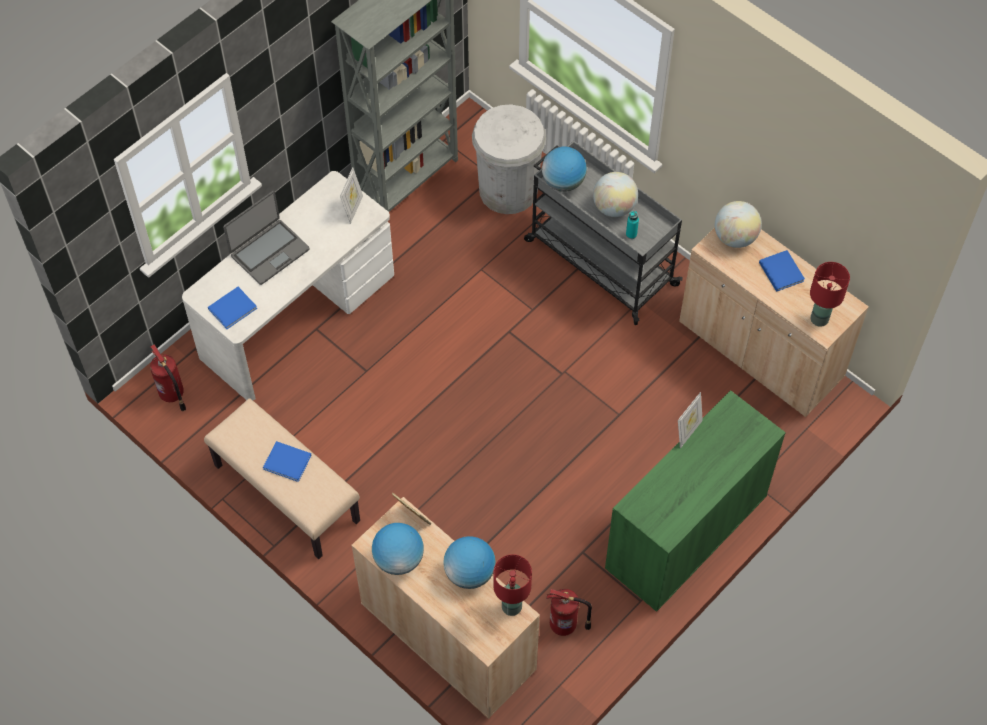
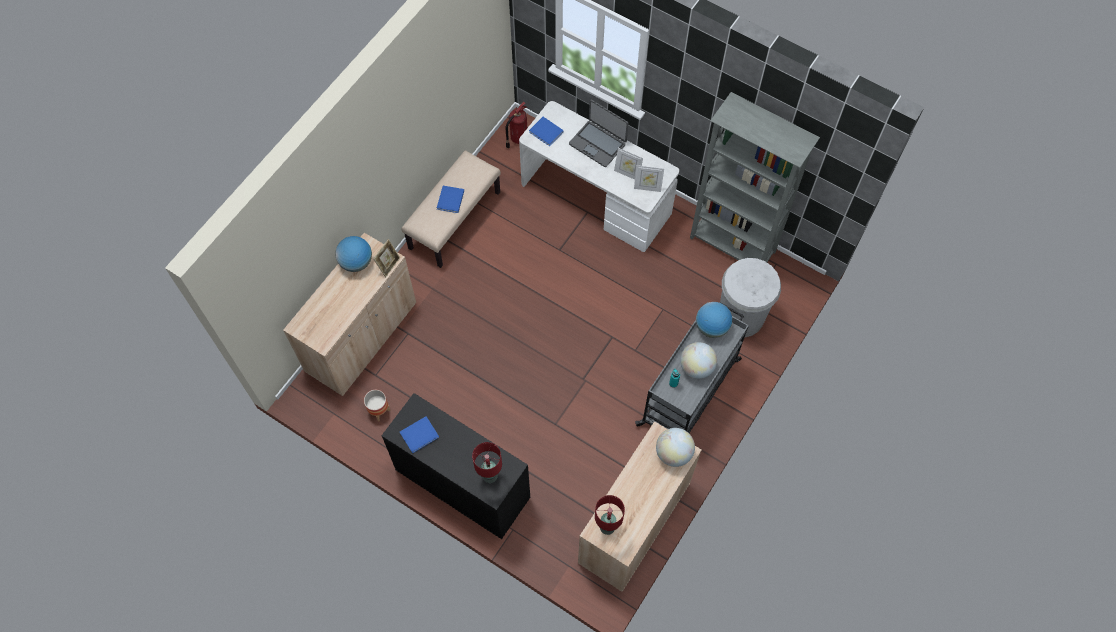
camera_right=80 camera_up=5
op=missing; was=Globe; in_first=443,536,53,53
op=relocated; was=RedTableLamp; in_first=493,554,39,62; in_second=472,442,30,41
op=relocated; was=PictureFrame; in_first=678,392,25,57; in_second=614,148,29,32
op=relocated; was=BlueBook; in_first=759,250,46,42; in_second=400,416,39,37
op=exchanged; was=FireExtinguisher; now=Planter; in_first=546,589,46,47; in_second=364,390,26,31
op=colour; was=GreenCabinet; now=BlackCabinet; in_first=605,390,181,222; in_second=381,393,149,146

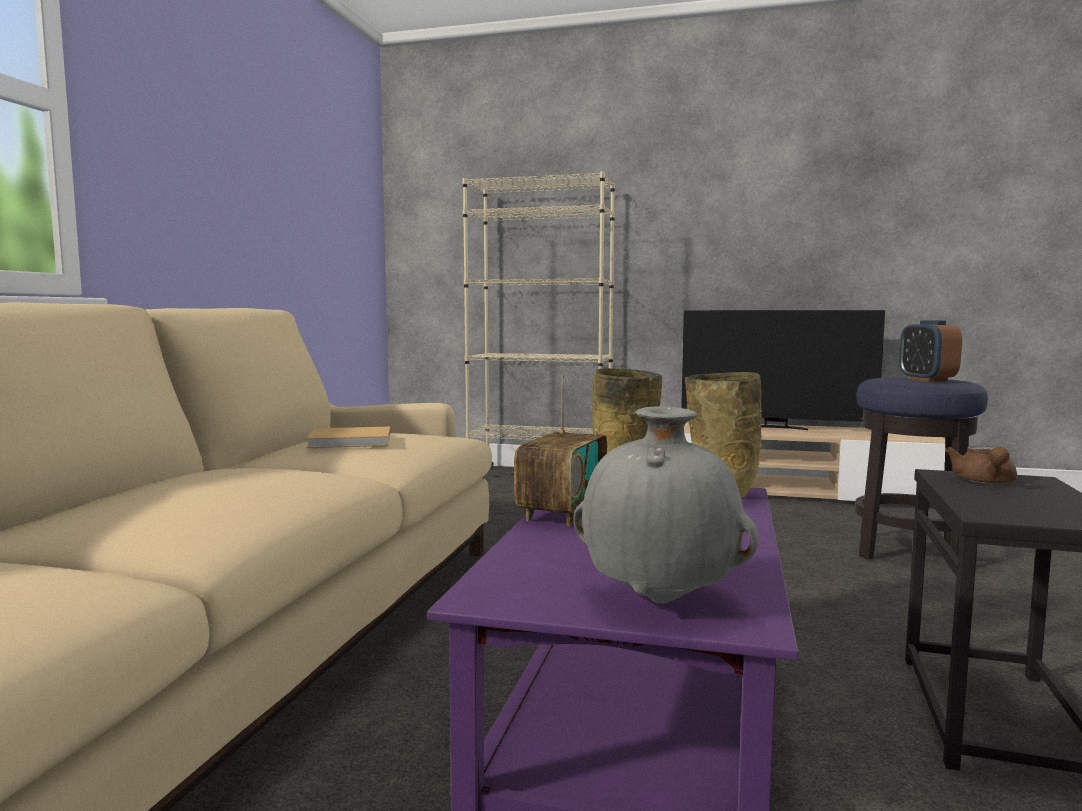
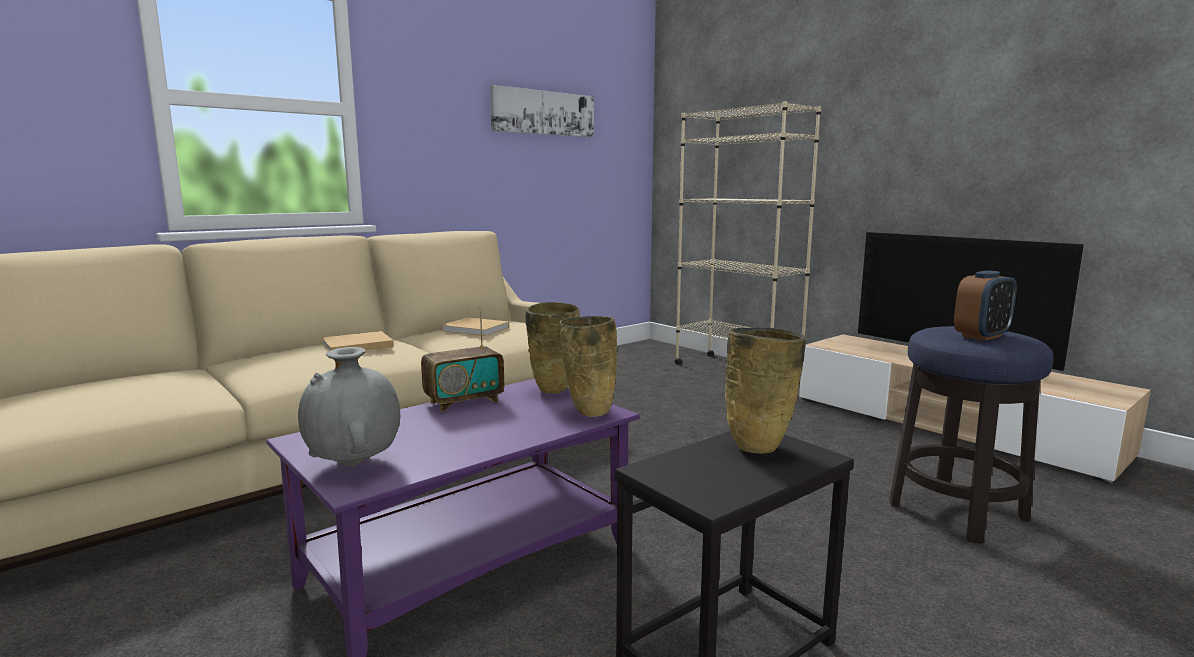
camera_right=35 camera_up=5
op=appeared; now=BeigeBook; in_second=322,331,72,21
op=appeared; now=Picture; in_second=490,85,104,52
op=exchanged; was=BrownTeapot; now=BeigeVase; in_first=945,446,72,38; in_second=725,327,82,127
op=spun; was=AlarmClock; in_first=899,320,63,62; in_second=954,271,63,70; clockwise=-150

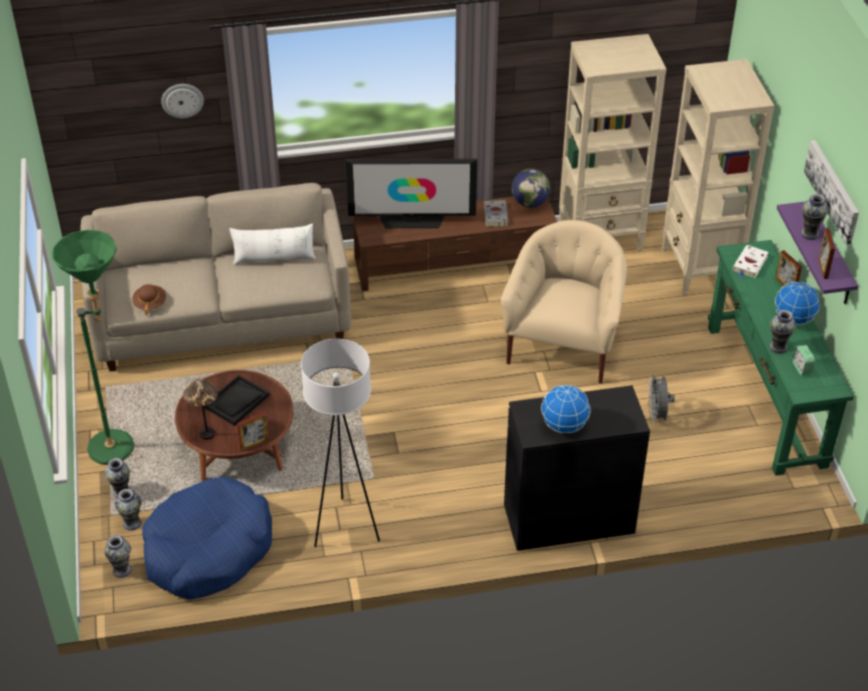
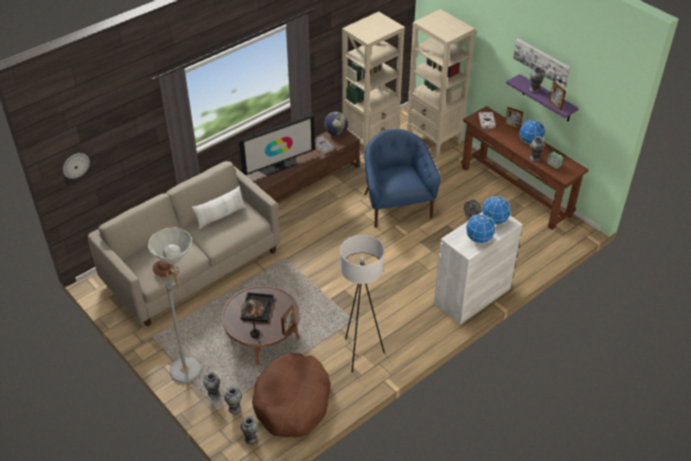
camera_right=-30 camera_up=0
op=appeared; now=Globe; in_second=482,196,29,29
op=relocated; was=WallClock; in_first=161,84,43,34; in_second=63,153,27,26
op=colour; was=GreenFloorLamp; now=GreyFloorLamp; in_first=52,230,82,235; in_second=148,227,53,156
op=colour; was=BlueDogBed; now=BrownDogBed; in_first=142,477,130,123; in_second=252,353,79,84
op=colour; was=BeigeArmchair; now=BlueArmchair; in_first=501,220,126,163; in_second=364,129,77,99
op=colour; was=BlackCabinet; now=WhiteCabinet; in_first=504,385,146,166; in_second=434,213,89,112
op=colour; was=GreenConsoleTable; now=BrownConsoleTable; in_first=708,240,146,236; in_second=461,106,128,124

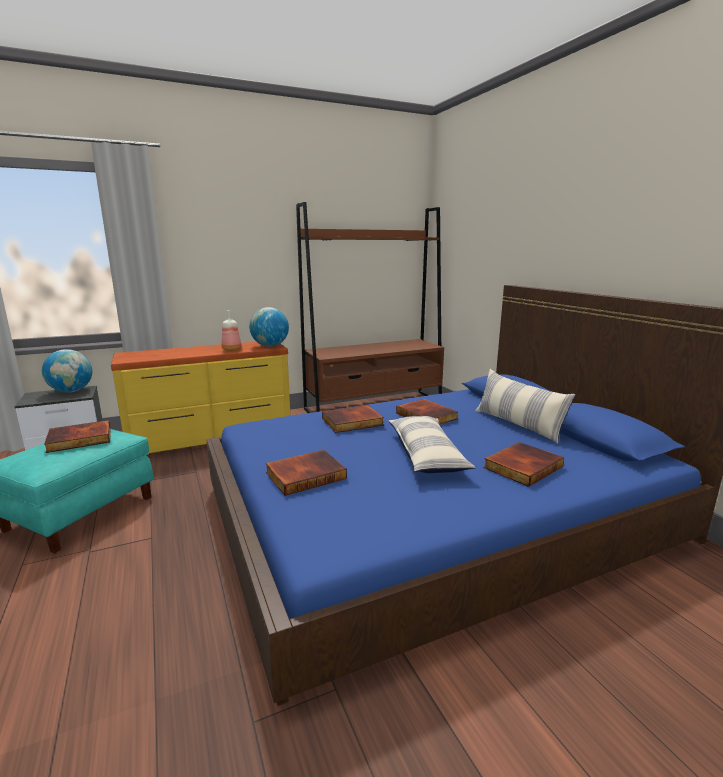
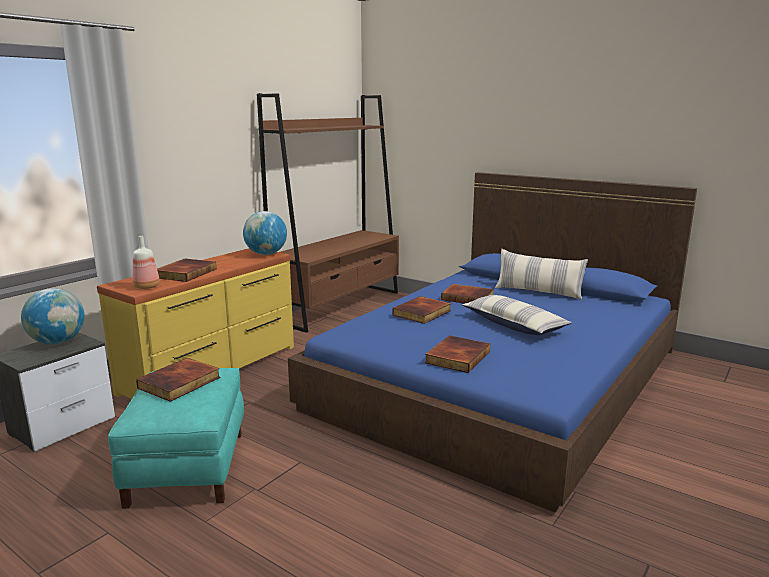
camera_right=-30 camera_up=0
op=relocated; was=Bottle; in_first=221,310,21,41; in_second=132,236,28,53
op=relocated; was=Book; in_first=483,442,81,45; in_second=157,259,59,23

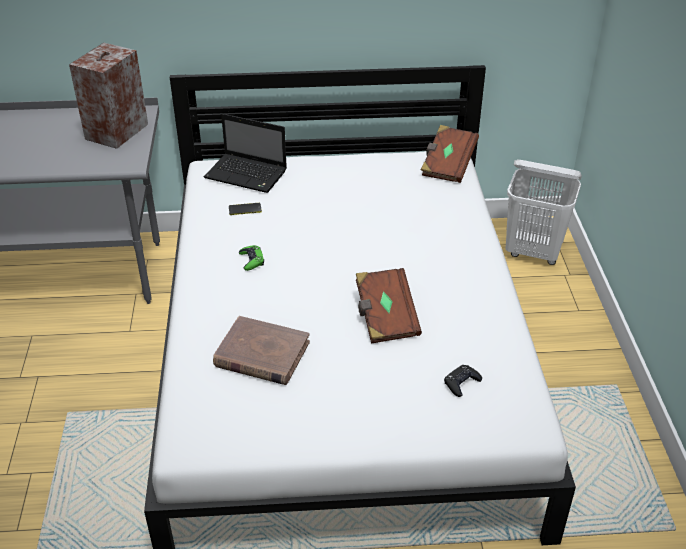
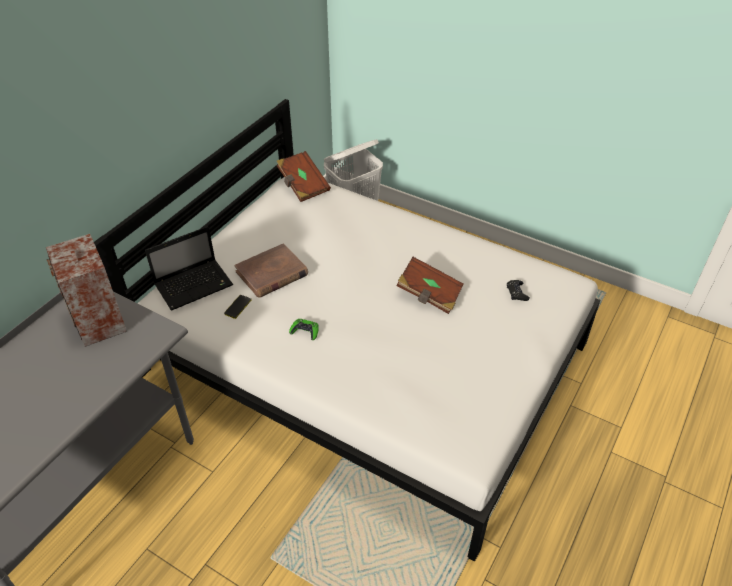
camera_right=-55 camera_up=5
op=relocated; was=BrownBook; in_first=213,316,97,69; in_second=235,243,73,55

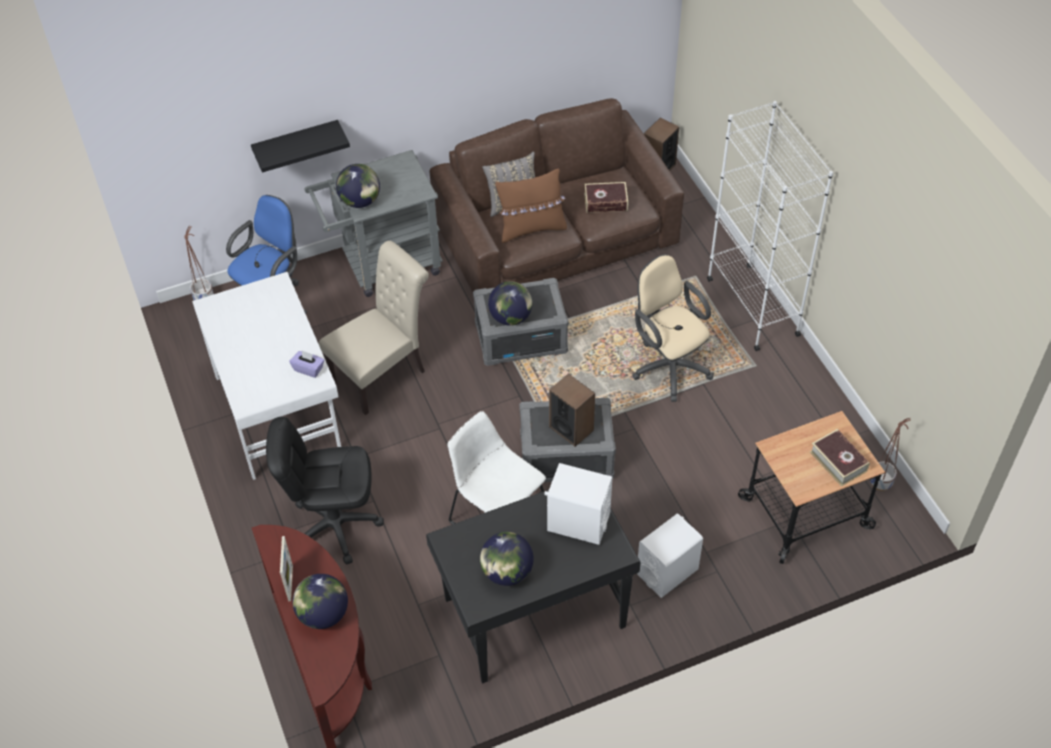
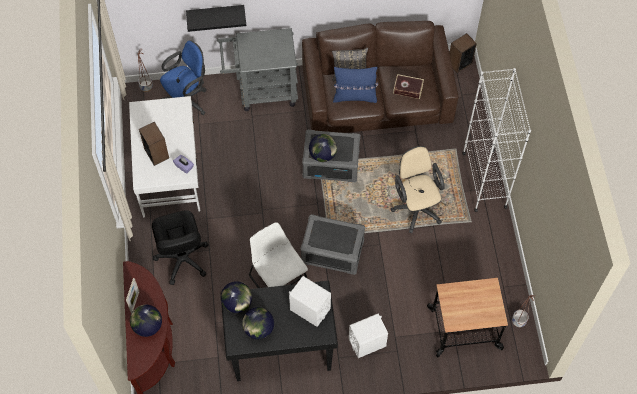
camera_right=15 camera_up=10
op=missing; was=BeigeChair; in_first=319,241,110,174
op=missing; was=Book; in_first=810,429,60,57
op=relocated; was=Globe; in_first=336,164,44,44; in_second=221,281,31,32
op=relocated; was=Speaker; in_first=549,373,46,74; in_second=139,122,30,44
op=colour; was=BrownPillow; now=BluePillow; in_first=495,169,72,74; in_second=333,67,45,36
op=spun; was=BlackOfficeChair; in_first=266,417,118,147; in_second=152,210,57,75; clockwise=-120

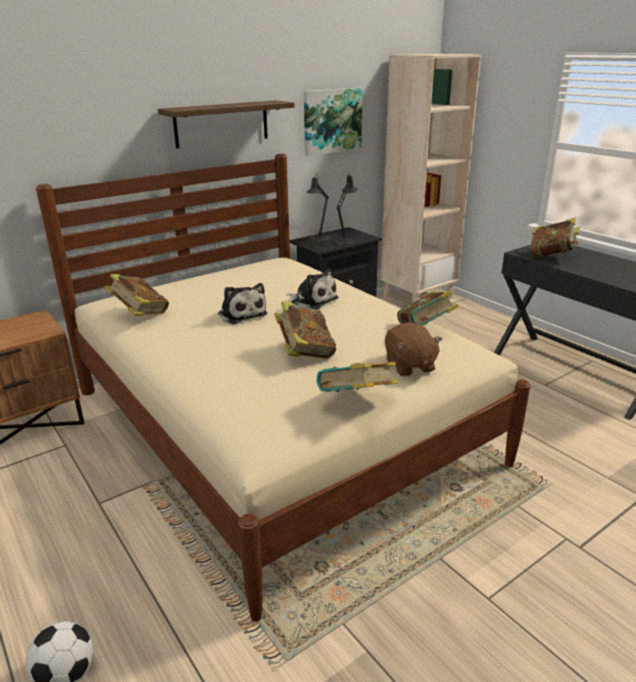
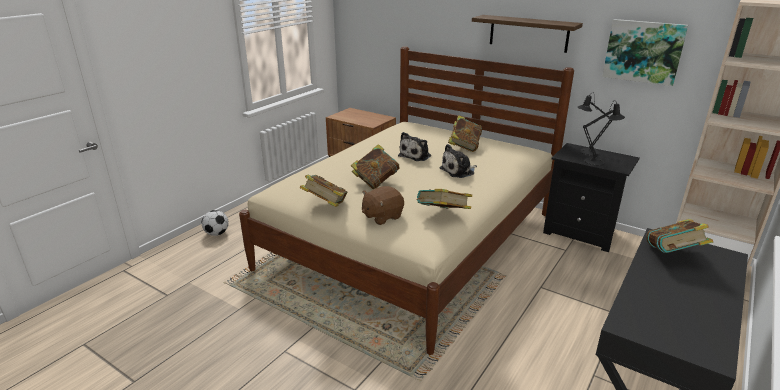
camera_right=70 camera_up=0
op=relocated; was=Book; in_first=104,274,65,42; in_second=448,115,34,37
op=spun; was=PlushToy; in_first=286,269,52,41; in_second=439,144,38,34; clockwise=45

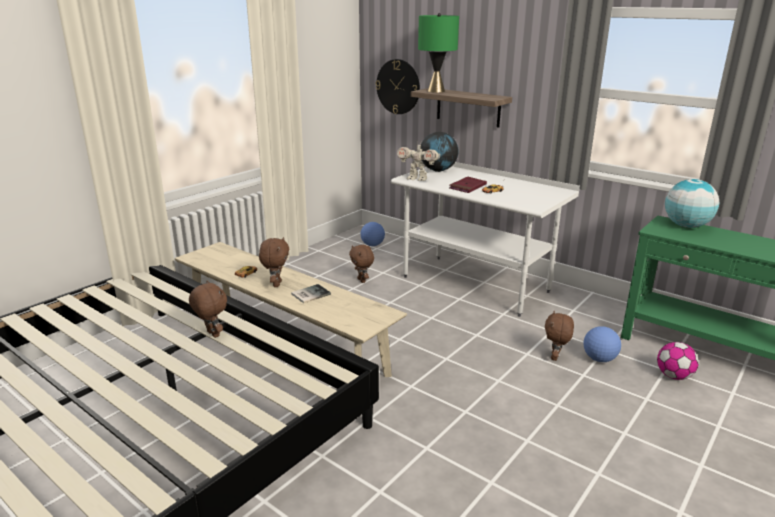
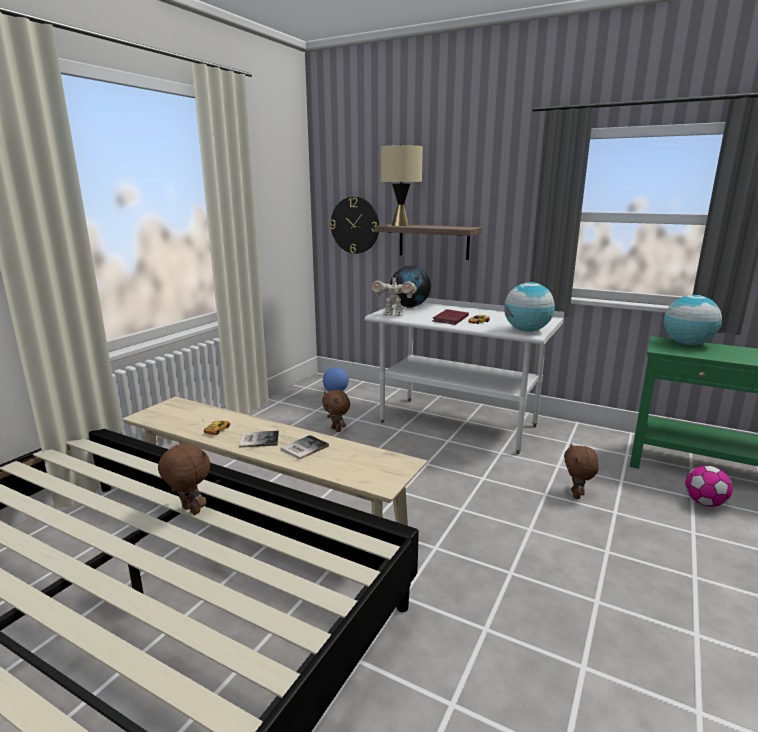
camera_right=-10 camera_up=-5
op=missing; was=Football; in_first=583,326,38,36
op=appeared; now=Globe; in_second=504,282,51,50
op=exchanged; was=BrownPlushToy; now=Book; in_first=259,237,30,50; in_second=239,430,40,18
op=colour; was=GreenTableLamp; now=BeigeTableLamp; in_first=418,13,41,80; in_second=381,144,42,82

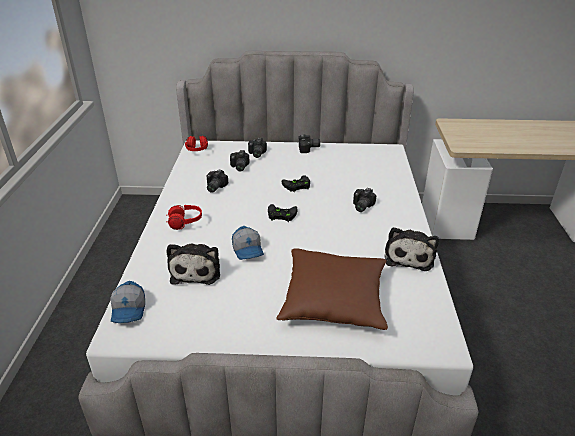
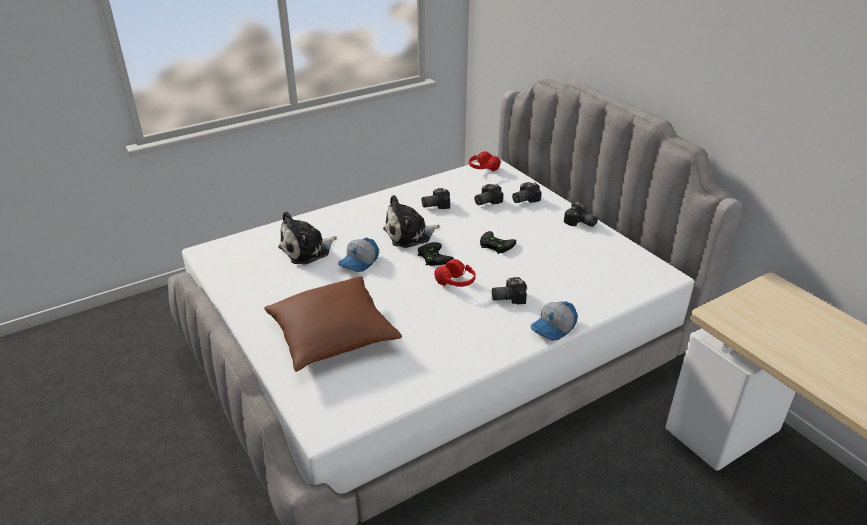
camera_right=55 camera_up=0
op=relocated; was=Cap; in_first=110,281,35,42; in_second=531,301,47,40
op=relocated; was=RedHeadphones; in_first=166,205,36,25; in_second=434,259,42,28
op=relocated; was=PlushToy; in_first=384,227,55,44; in_second=383,195,57,53

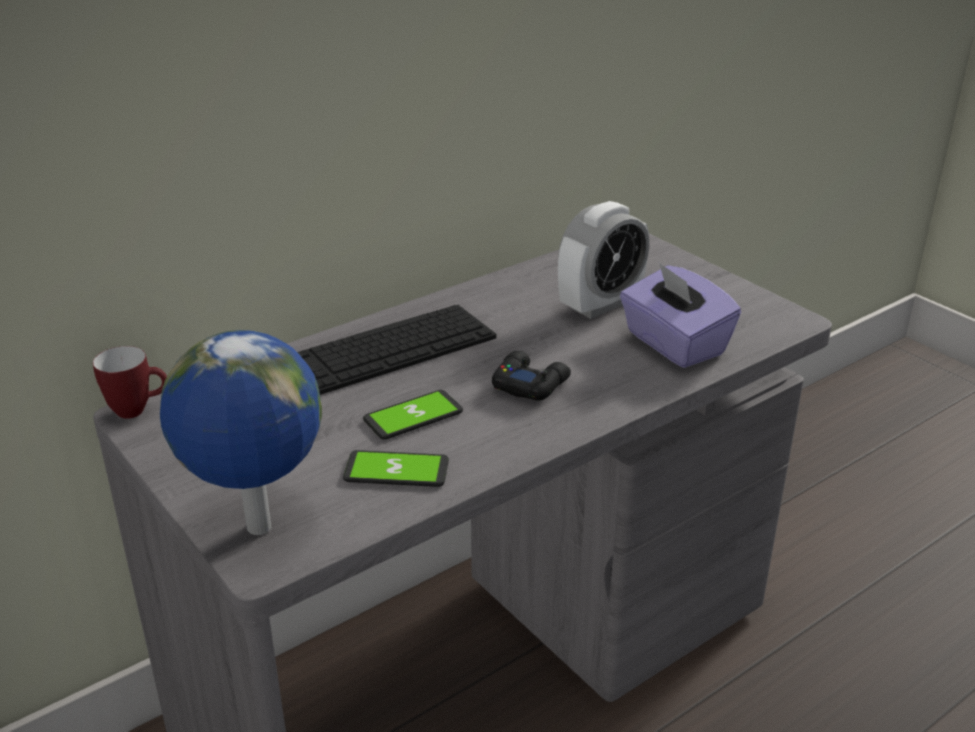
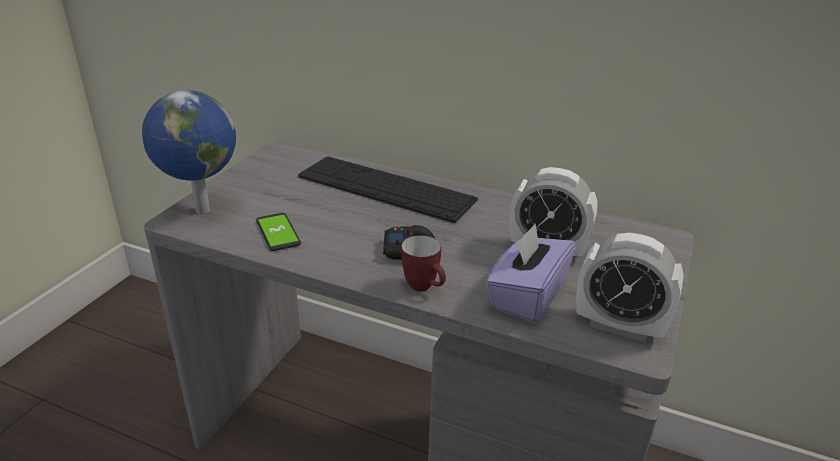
camera_right=60 camera_up=0
op=missing; was=Phone; in_first=363,390,100,50
op=appeared; now=AlarmClock; in_second=576,232,108,111
op=relocated; was=Mug; in_first=93,346,74,73; in_second=401,235,45,57

